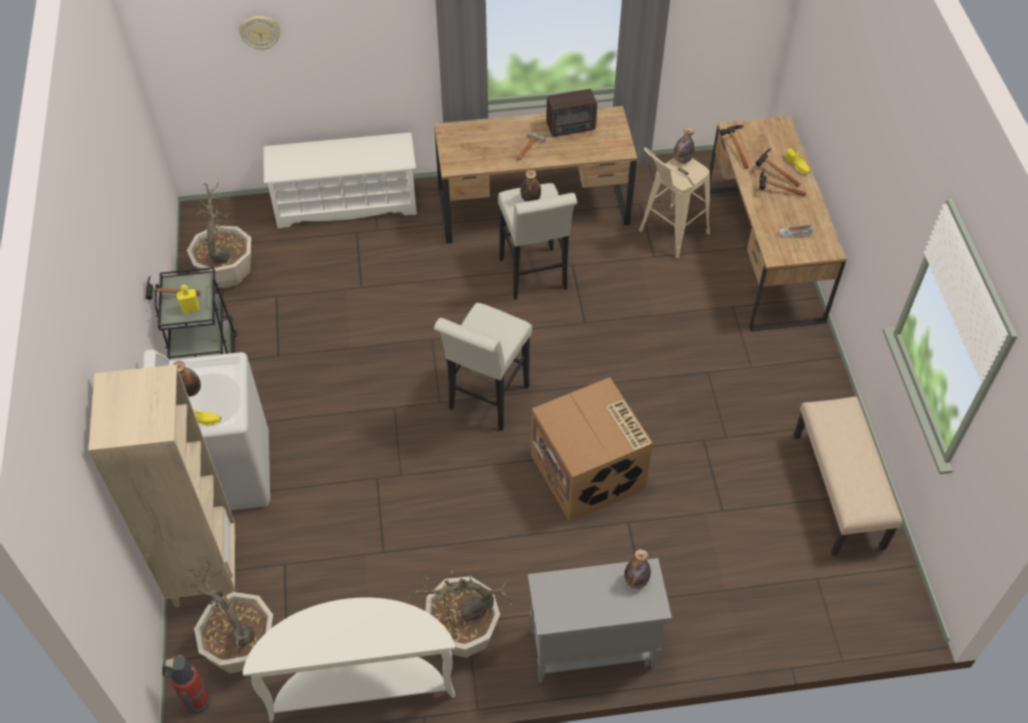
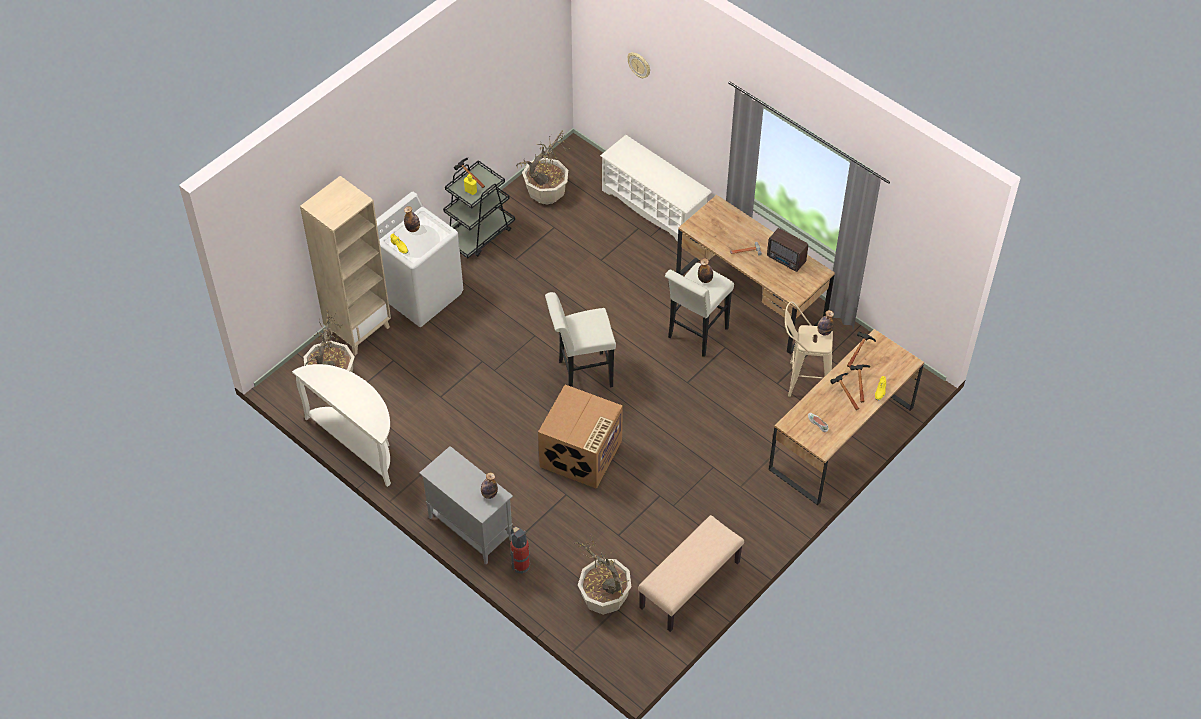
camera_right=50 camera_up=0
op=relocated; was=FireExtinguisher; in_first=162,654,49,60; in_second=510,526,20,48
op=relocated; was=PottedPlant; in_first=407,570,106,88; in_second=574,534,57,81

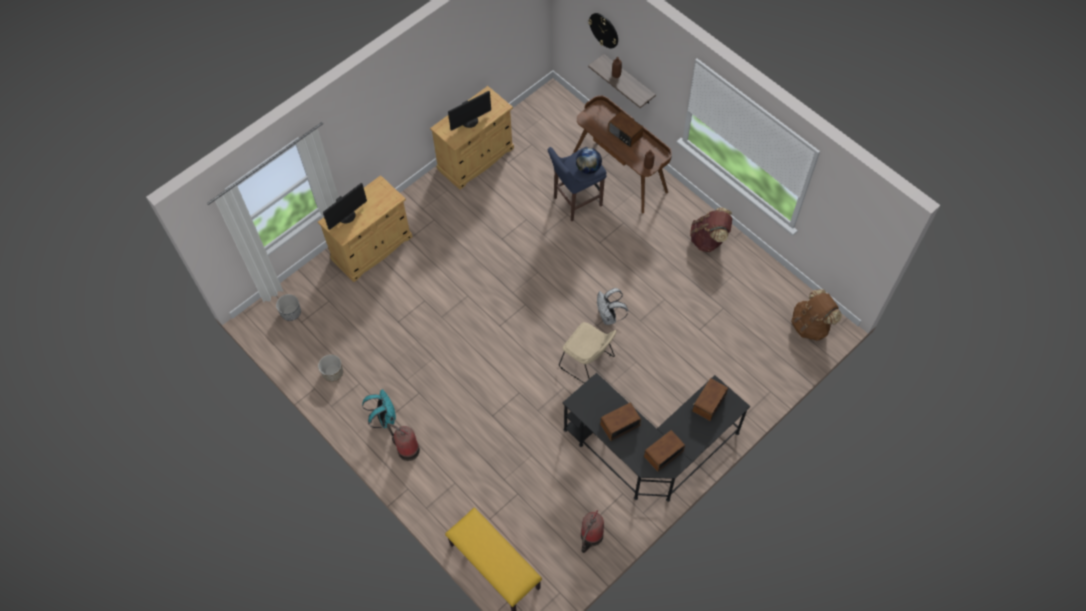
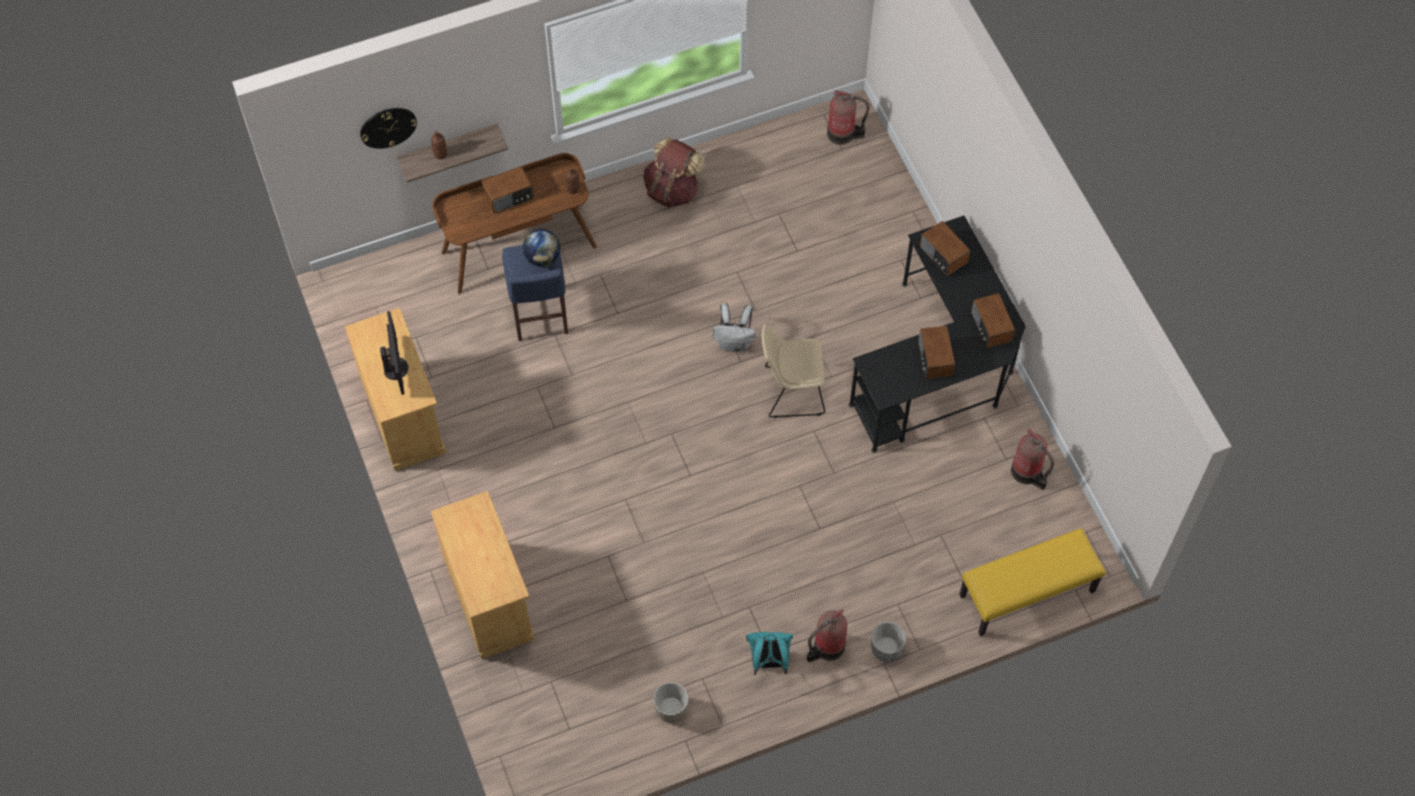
camera_right=-70 camera_up=0
op=missing; was=Monitor; in_first=323,183,44,47
op=relocated; was=Planter; in_first=276,294,25,27; in_second=871,622,35,40
op=exchanged; was=BrownBackpack; now=FireExtinguisher; in_first=791,289,51,52; in_second=827,90,43,55
op=spun; was=BeigeChair; in_first=559,322,57,61; in_second=762,324,63,94; clockwise=-150

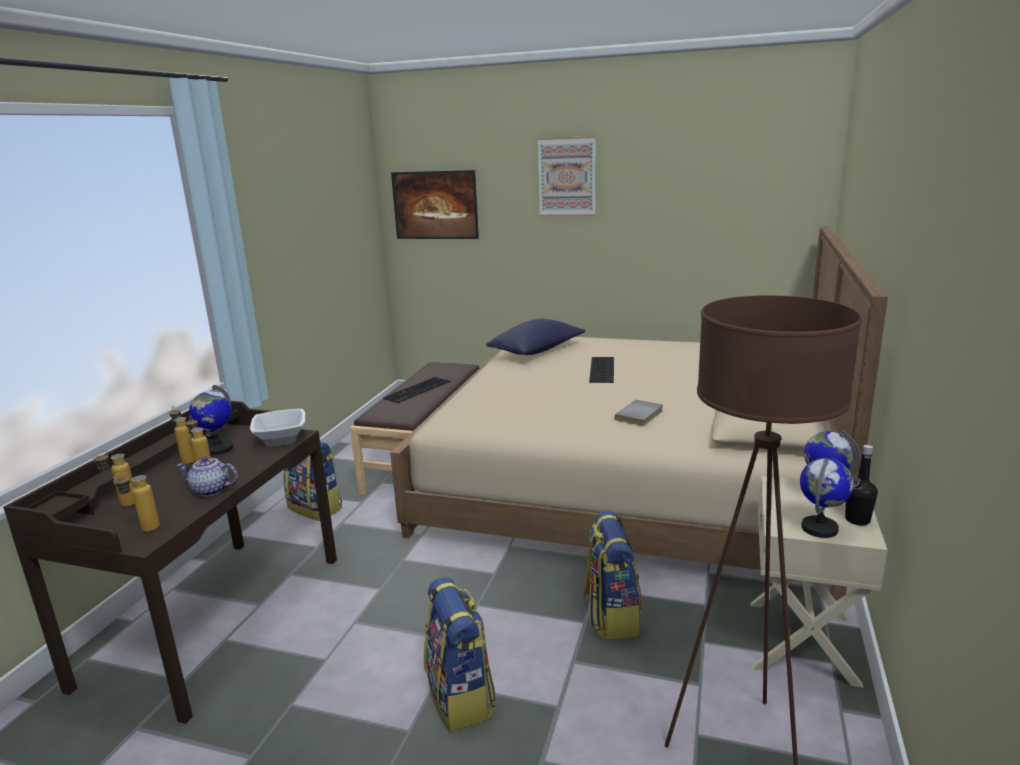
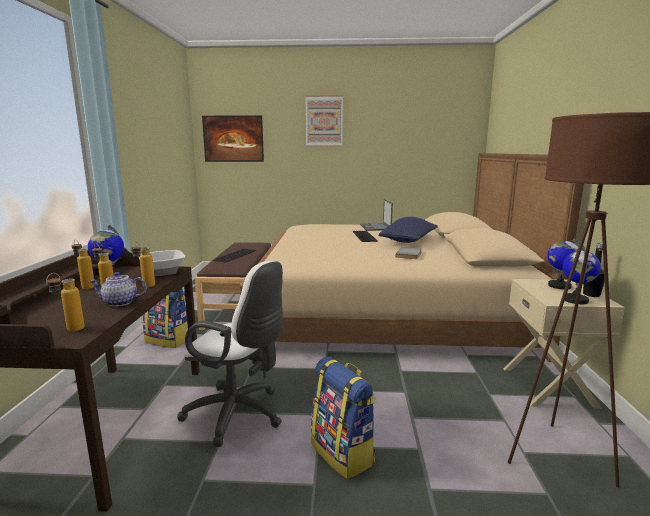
camera_right=-15 camera_up=-5
op=missing; was=Backpack; in_first=583,510,59,129
op=appeared; now=WhiteOfficeChair; in_second=177,261,106,186
op=appeared; now=Laptop; in_second=360,199,33,32
op=relocated; was=Bottle; in_first=93,450,42,57; in_second=131,242,24,45
op=relocated; was=BluePillow; in_first=486,319,99,36; in_second=379,217,59,26

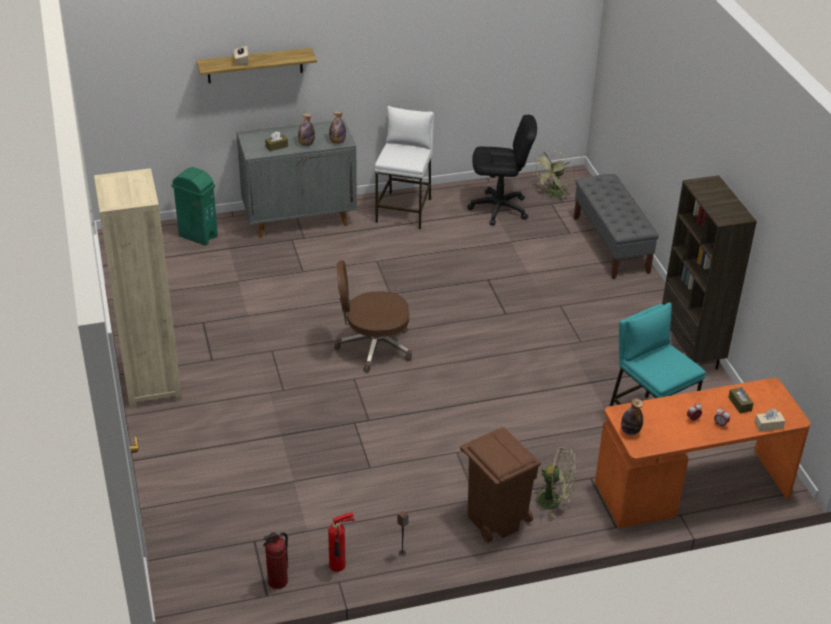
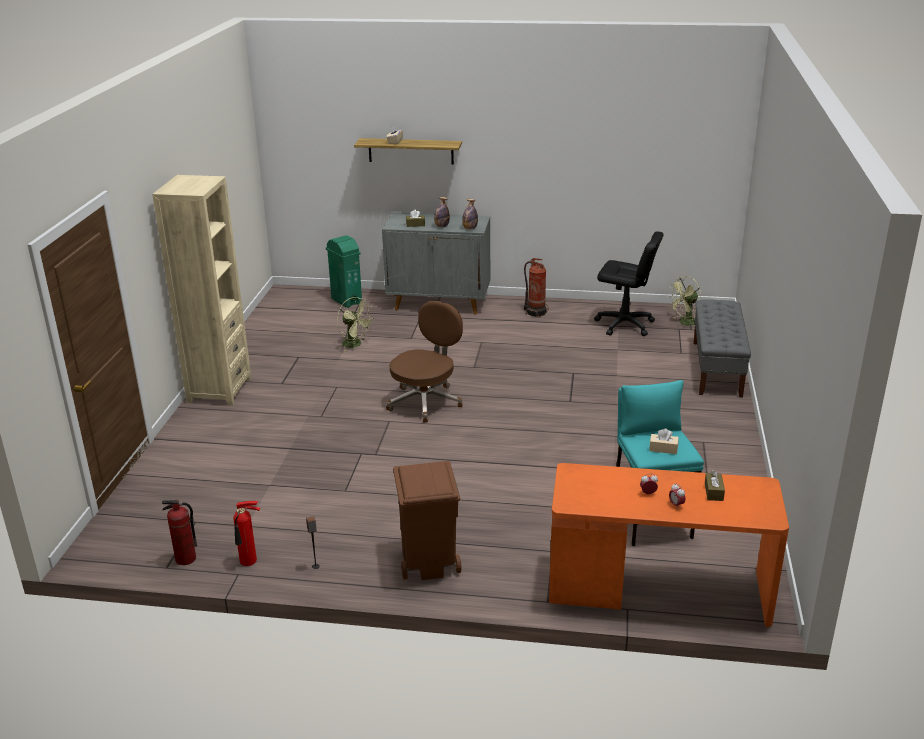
camera_right=25 camera_up=-10
op=missing; was=Bottle; in_first=621,399,22,36
op=missing; was=BrownBookcase; in_first=662,175,95,195
op=relocated; was=GreenFan; in_first=533,447,43,70; in_second=337,297,37,54
op=relocated; was=BeigeTissueBox; in_first=754,409,31,22; in_second=649,429,30,25
op=exchanged; was=WhiteStool; now=FireExtinguisher; in_first=375,106,59,123; in_second=524,258,25,60
op=spun; was=BrownOfficeChair; in_first=334,260,78,113; in_second=386,301,77,122; clockwise=105

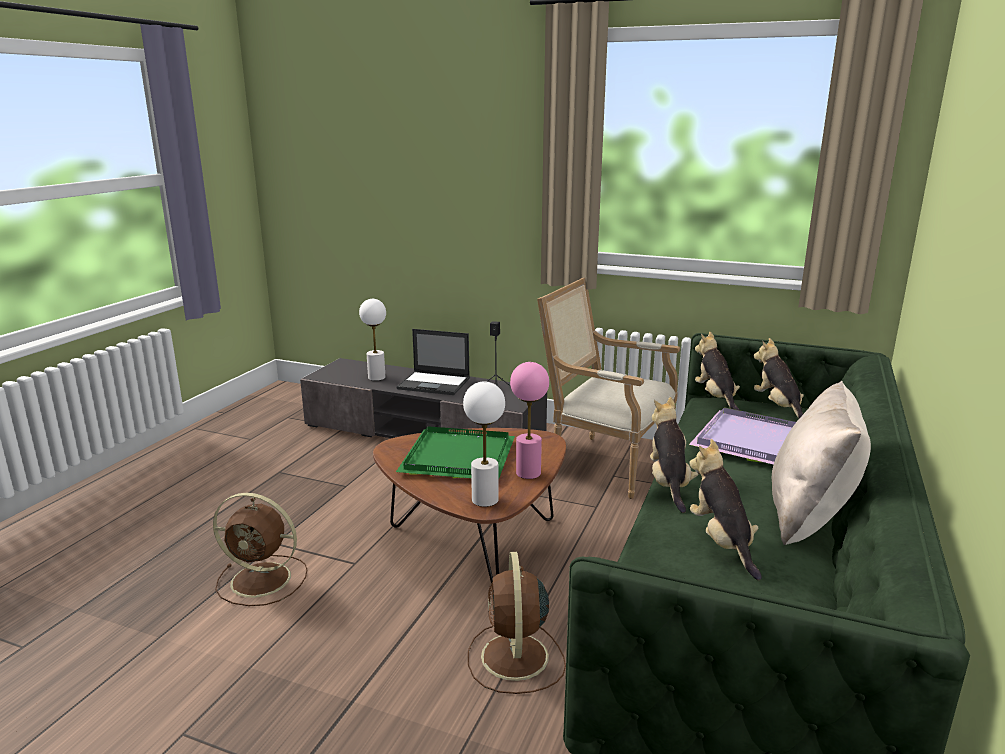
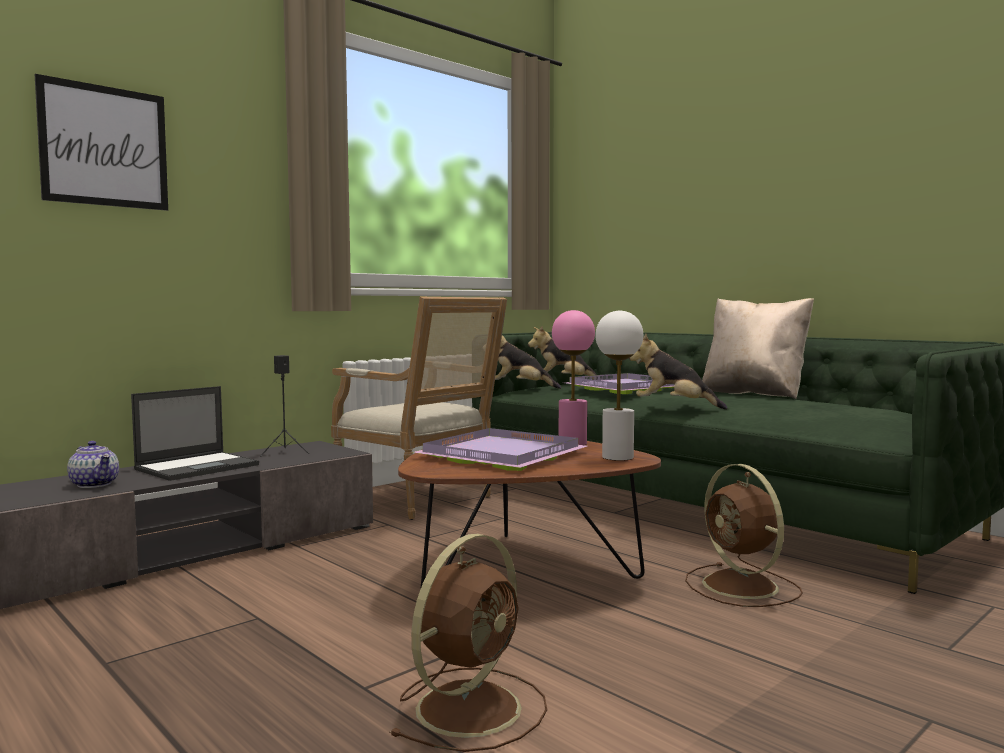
camera_right=-65 camera_up=-15
op=missing; was=PlushToy; in_first=690,439,72,141
op=appeared; now=Picture; in_second=35,74,133,137
op=exchanged; was=WhiteTableLamp; now=Teapot; in_first=359,299,27,82; in_second=67,441,52,47
op=colour; was=GreenTray; now=PurpleTray; in_first=396,426,119,54; in_second=413,428,174,43
op=spun; was=BrownFan; in_first=468,552,98,142; in_second=685,464,118,143; clockwise=45
op=spun; was=Armchair; in_first=537,278,143,221; in_second=331,297,176,223; clockwise=-105

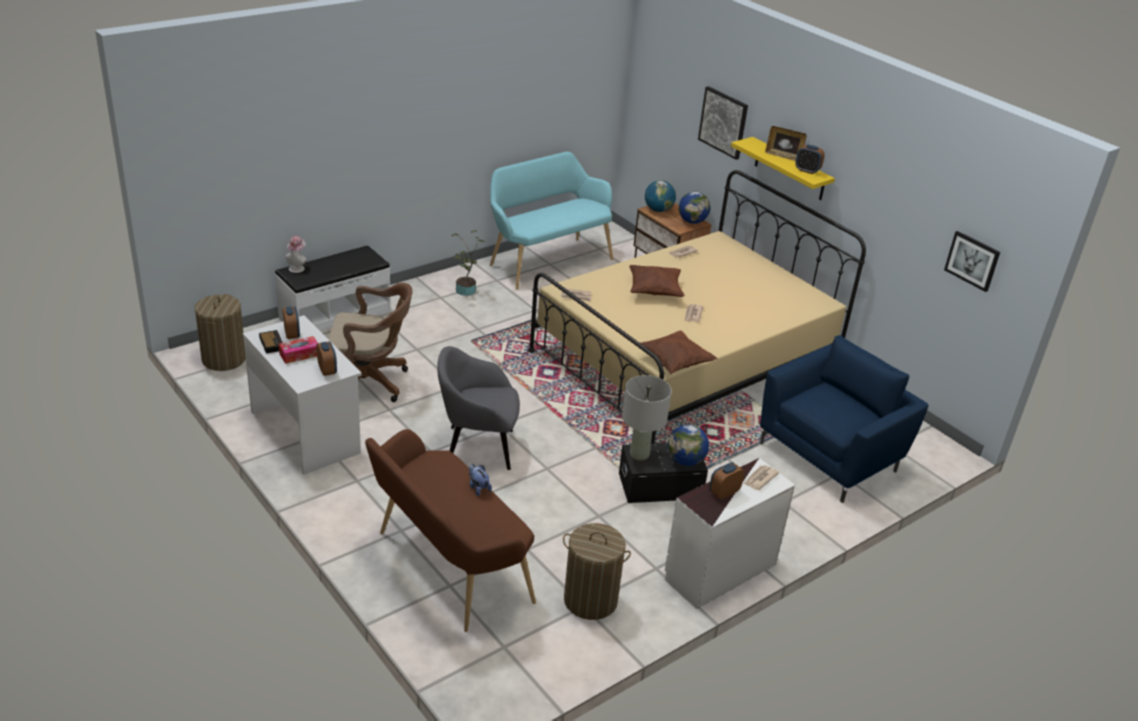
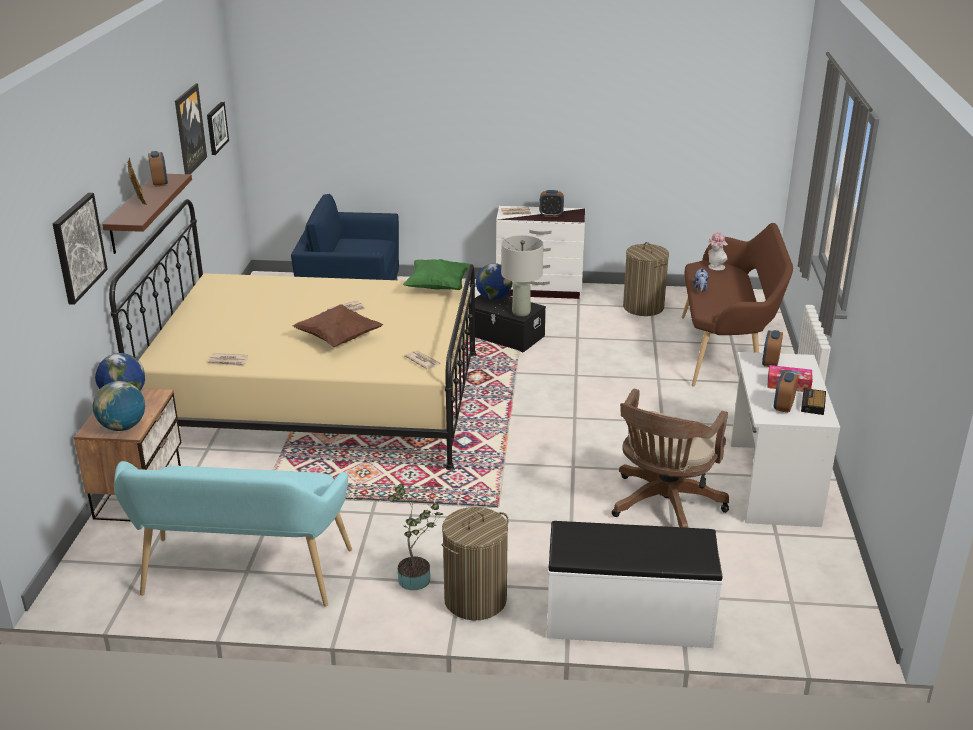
camera_right=-135 camera_up=-5
op=missing; was=GreyArmchair; in_first=437,346,83,124
op=appeared; now=Picture; in_second=175,83,32,91
op=relocated; was=LaundryBasket; in_first=194,294,52,77; in_second=442,507,67,113
op=relocated; was=Hat; in_first=285,236,22,37; in_second=707,232,21,38
op=colour; was=BrownPillow; now=GreenPillow; in_first=641,330,77,44; in_second=403,259,67,31
op=colour; was=YellowShelf; now=BrownShelf; in_first=731,137,104,63; in_second=102,174,90,80
op=spun; was=BrownOfficeChair; in_first=328,283,84,119; in_second=612,389,117,139; clockwise=-105

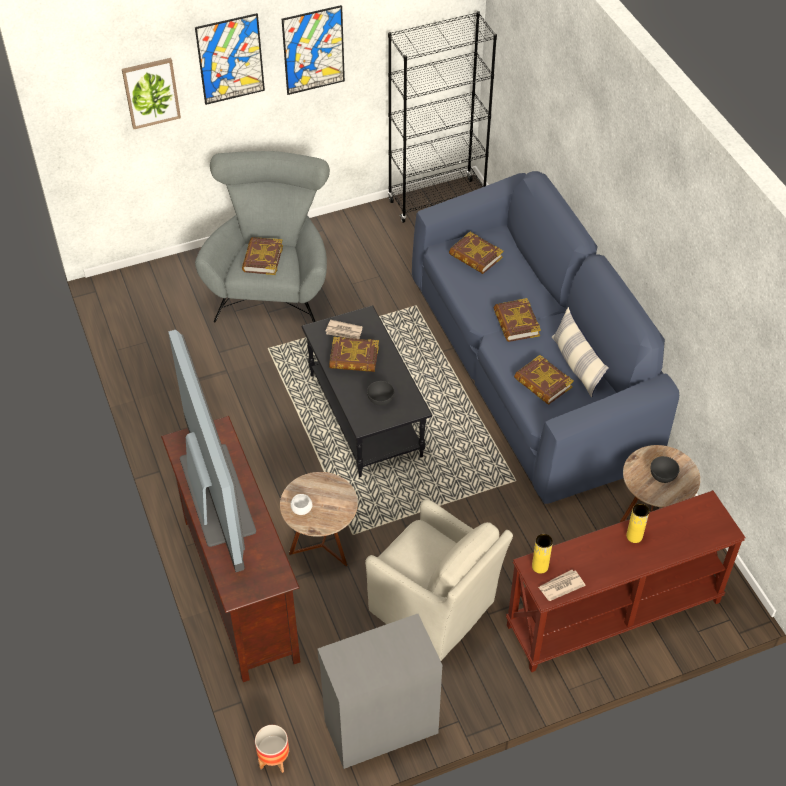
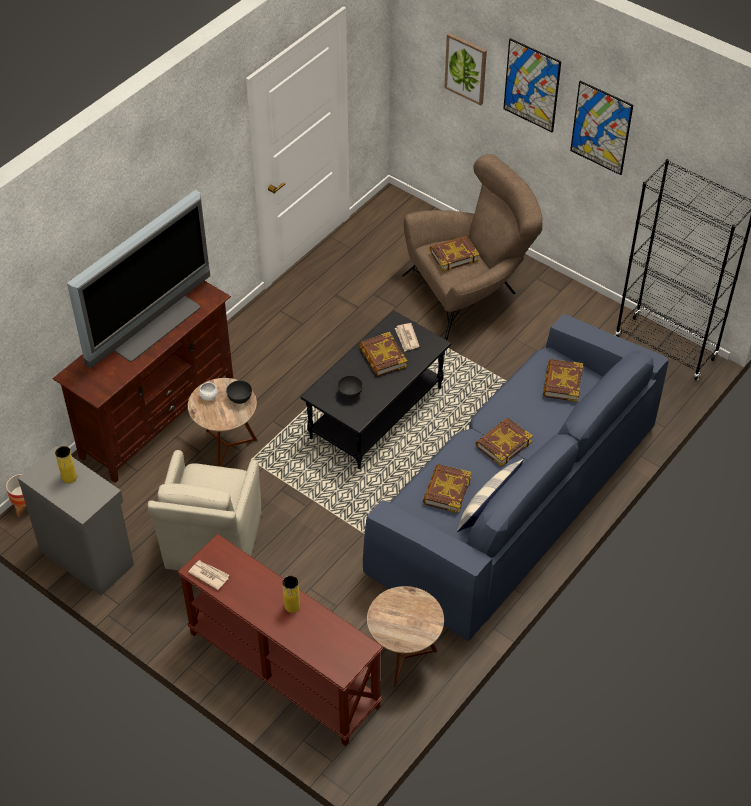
camera_right=60 camera_up=0
op=relocated; was=YellowVase; in_first=532,534,21,40; in_second=55,446,22,37
op=relocated; was=GreyBowl; in_first=651,456,29,27; in_second=226,380,26,24
op=colour; was=GreyArmchair; now=BrownArmchair; in_first=195,151,135,171; in_second=402,154,141,186

